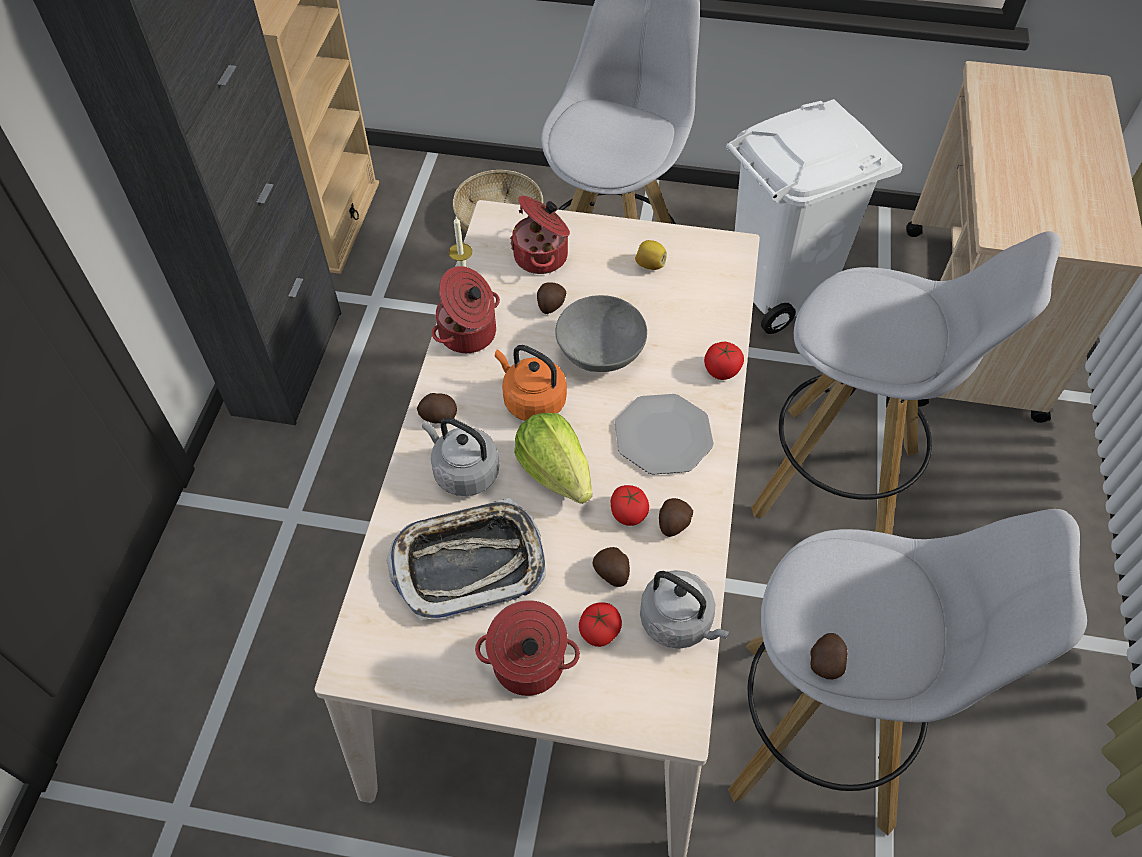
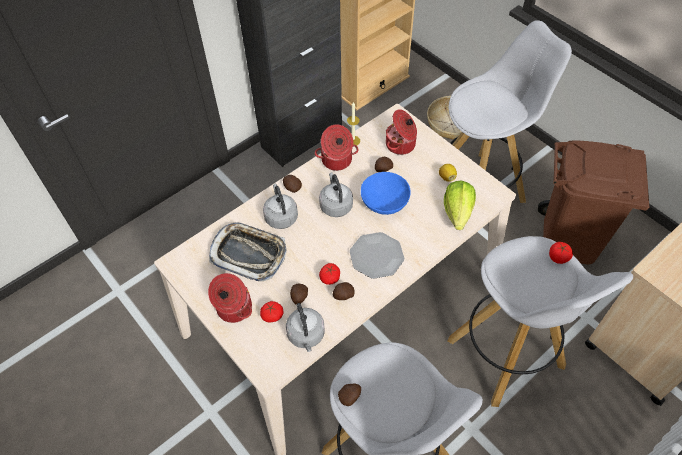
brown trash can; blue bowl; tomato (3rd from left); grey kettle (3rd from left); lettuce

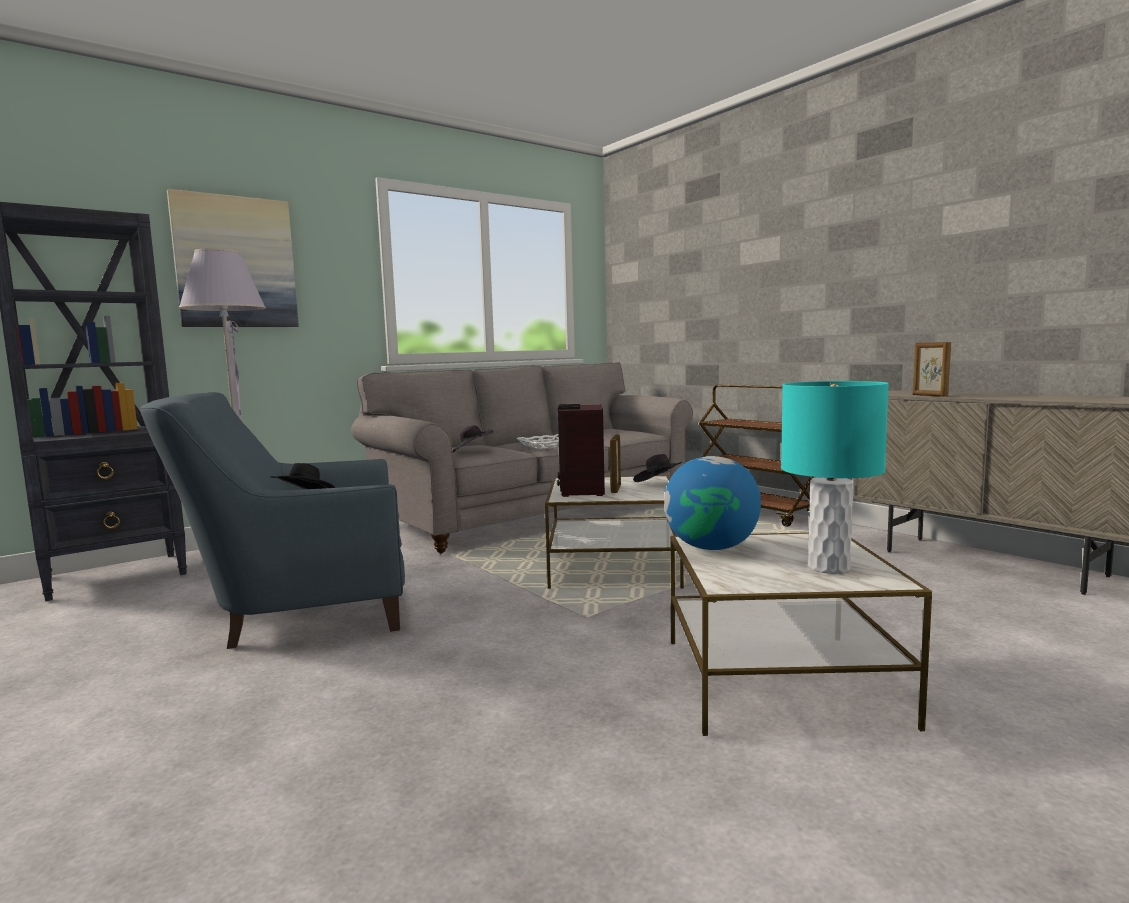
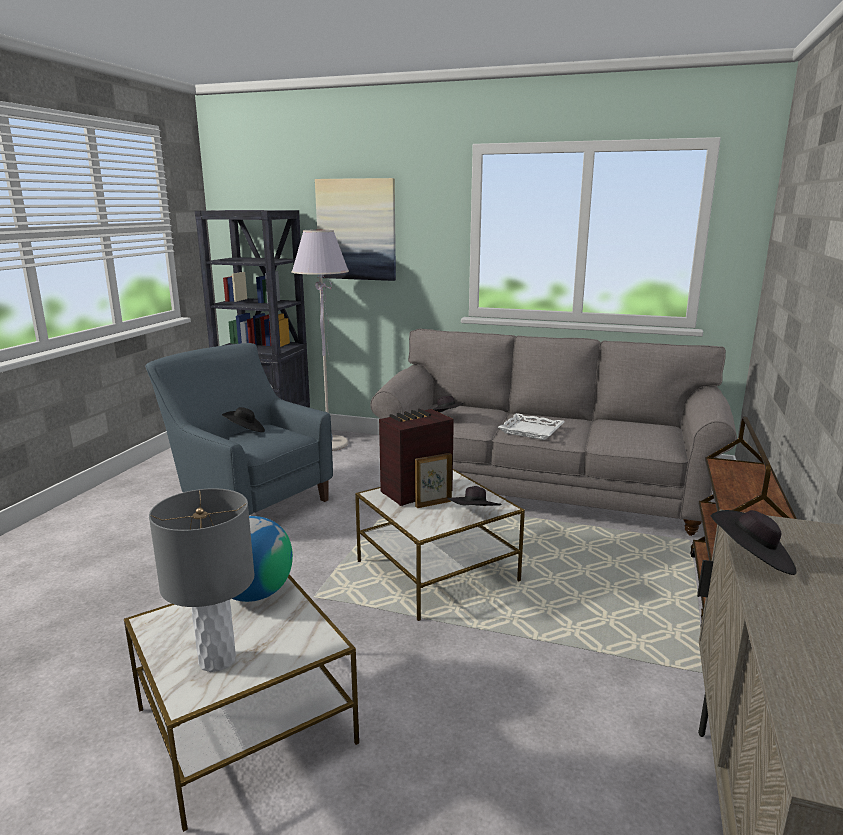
black hat (4th from left); grey table lamp

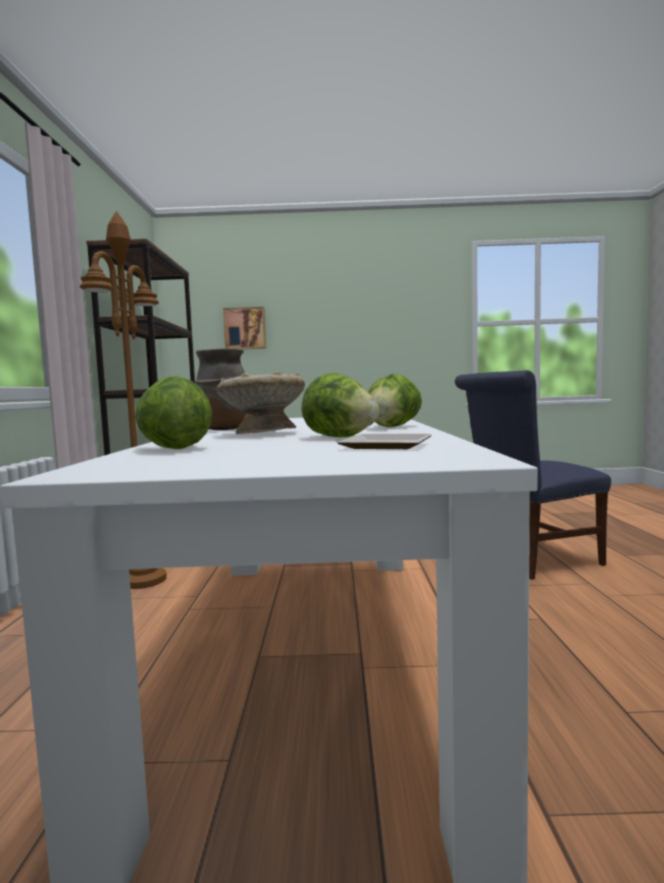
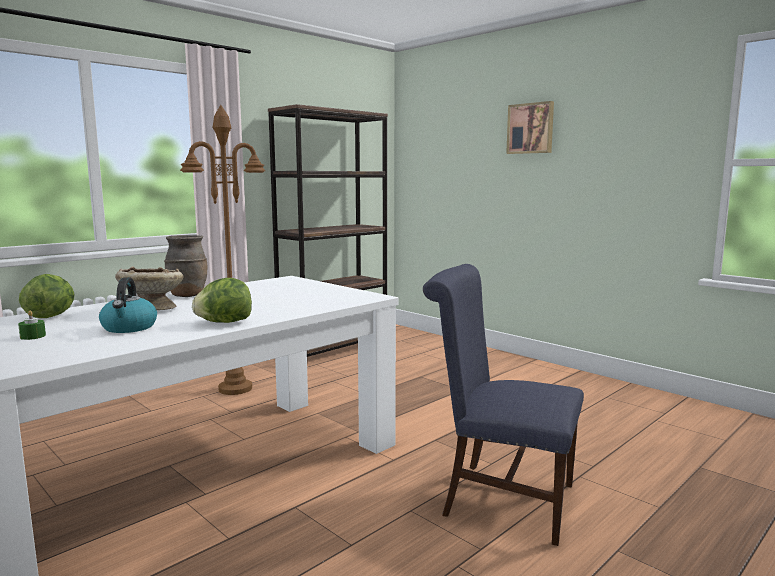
picture; kettle; plate; green candle

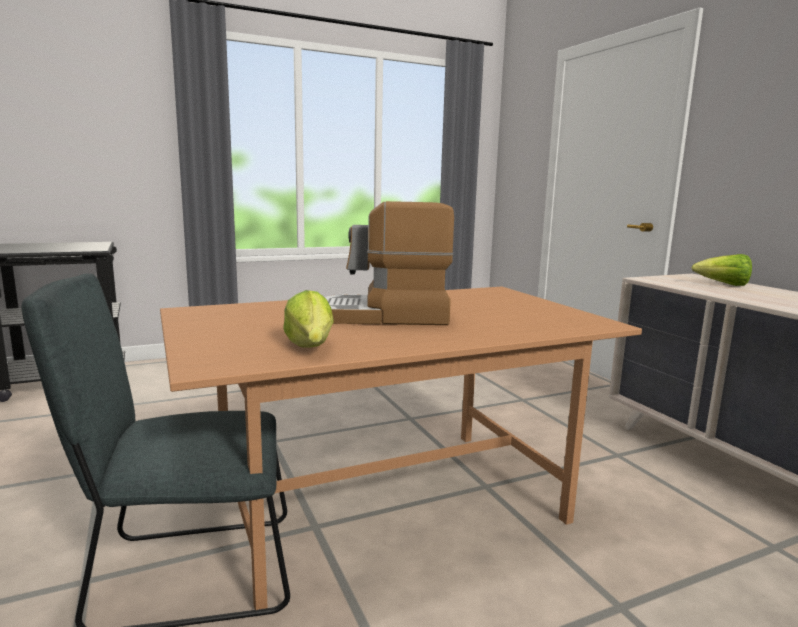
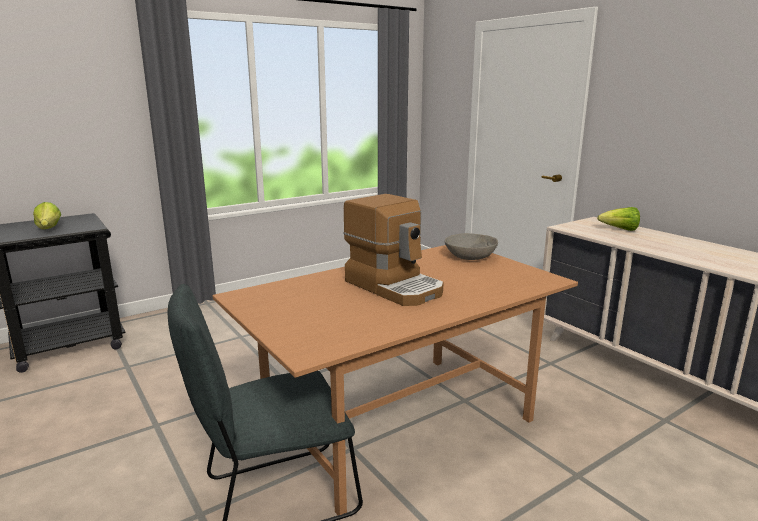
coffee machine; lettuce (1st from left); grey bowl

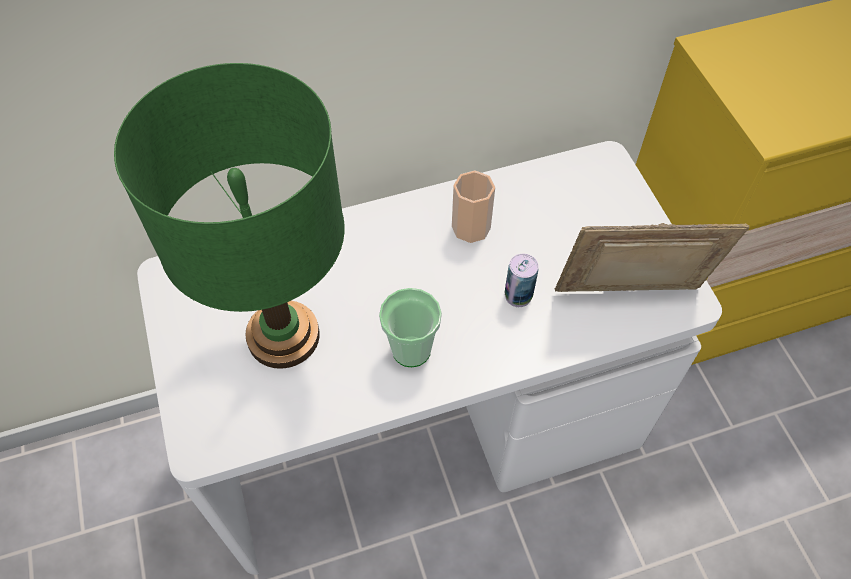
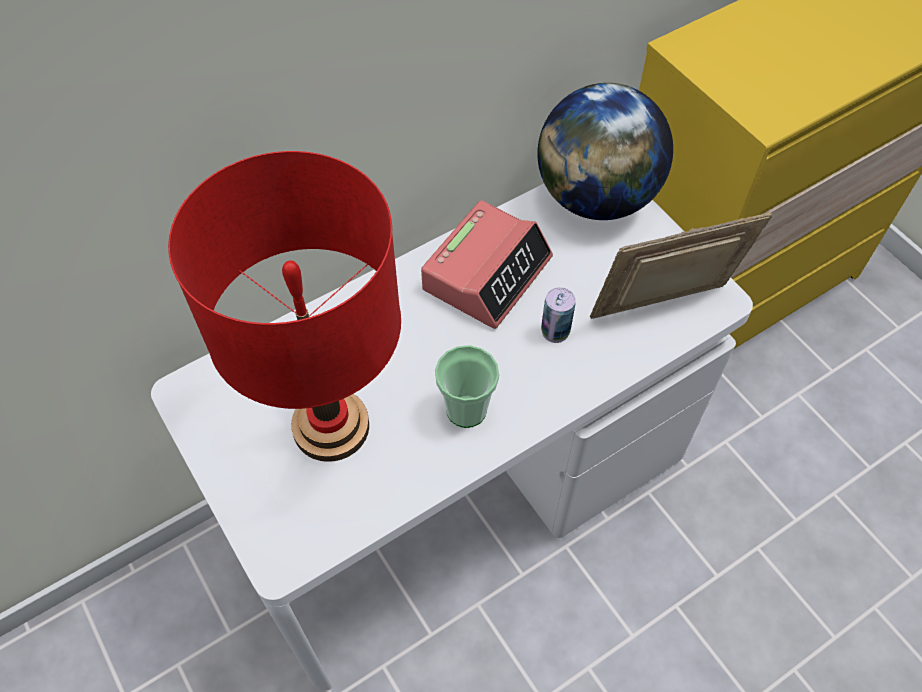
red table lamp; alarm clock; globe

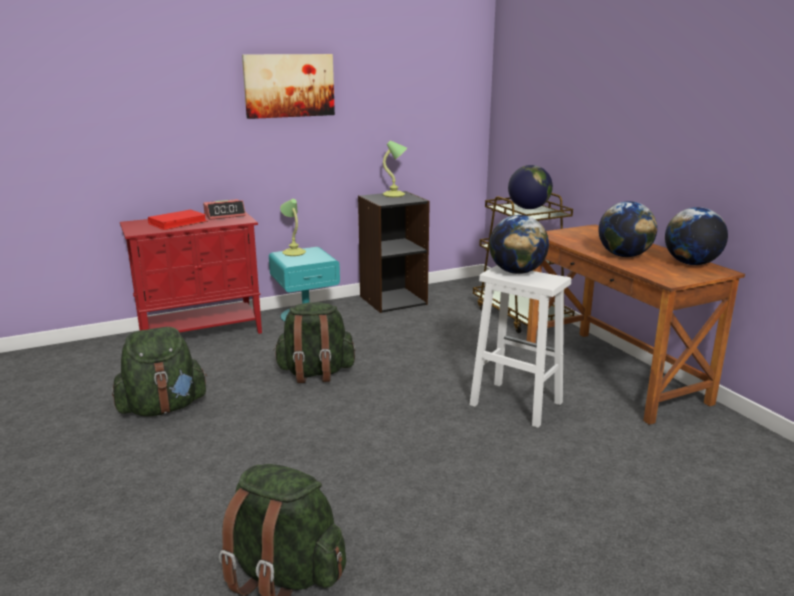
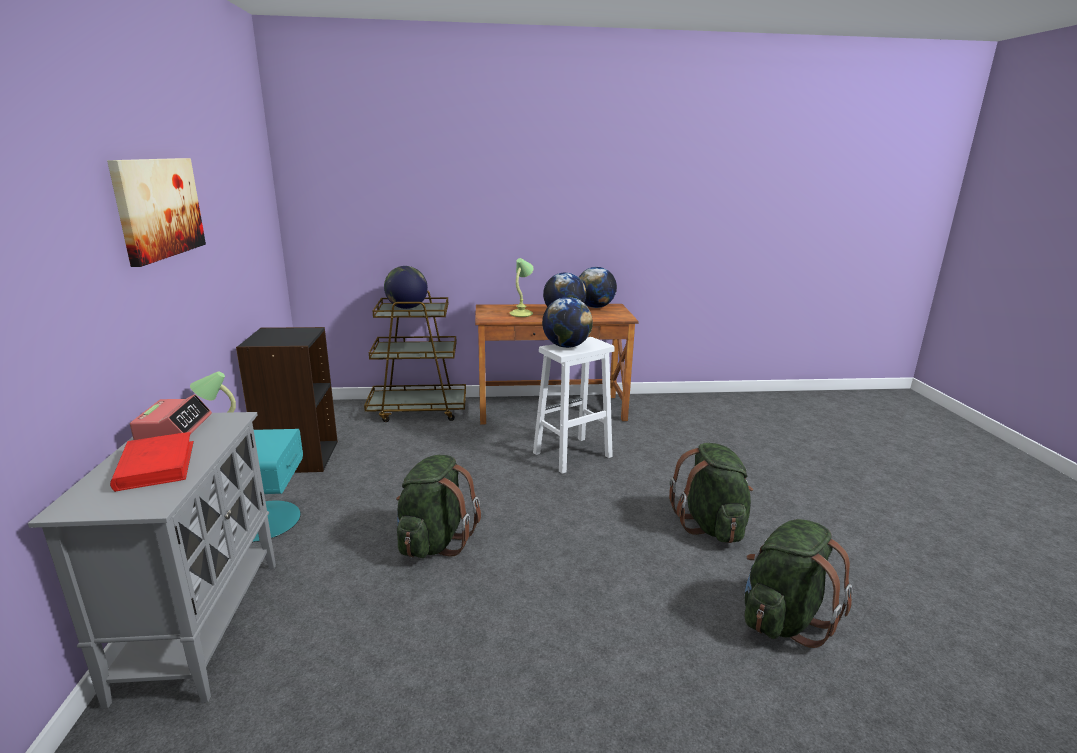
table lamp (2nd from left); grey cabinet; green backpack (2nd from left)

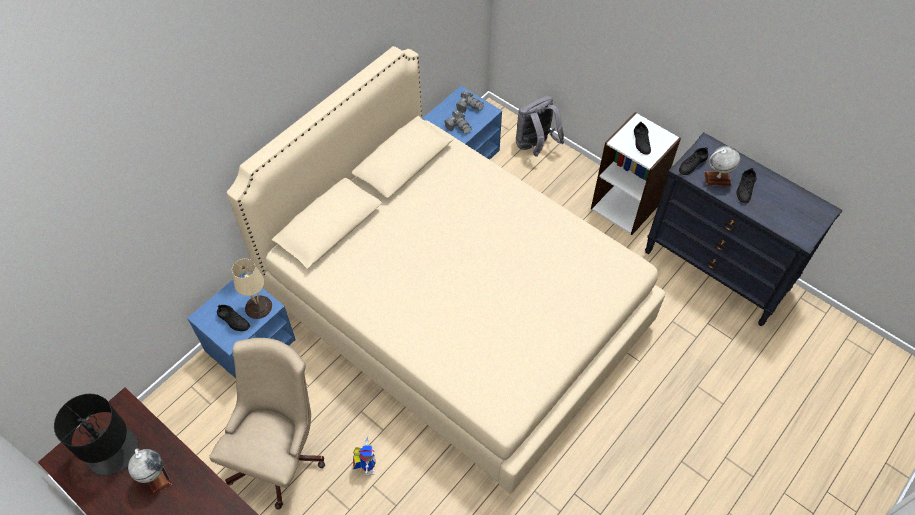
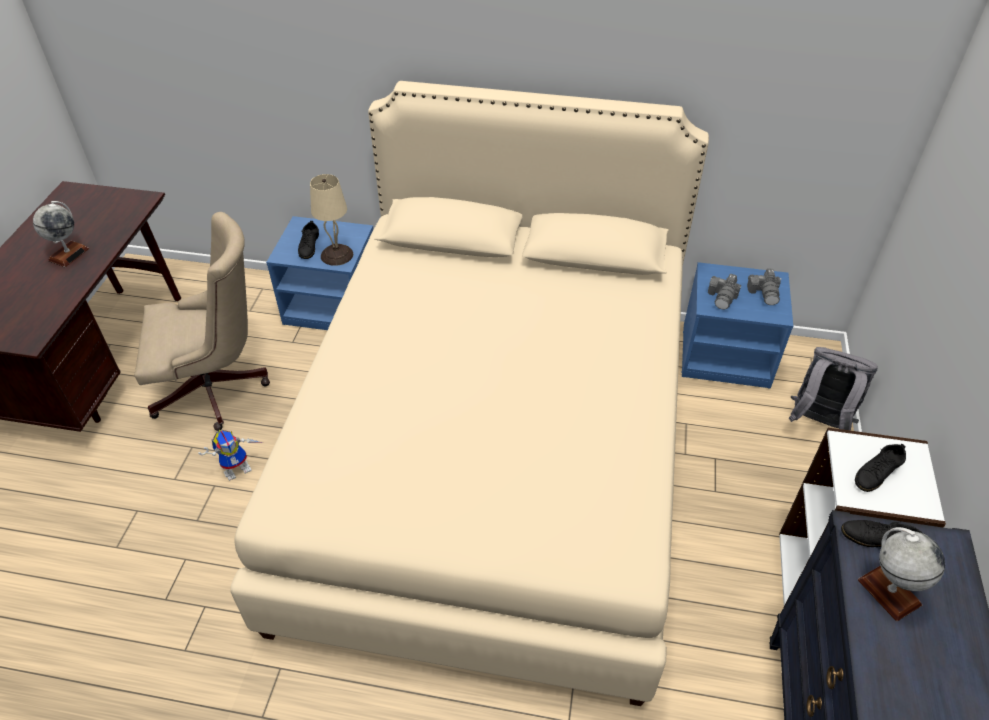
black shoe (4th from left in the first image); black table lamp

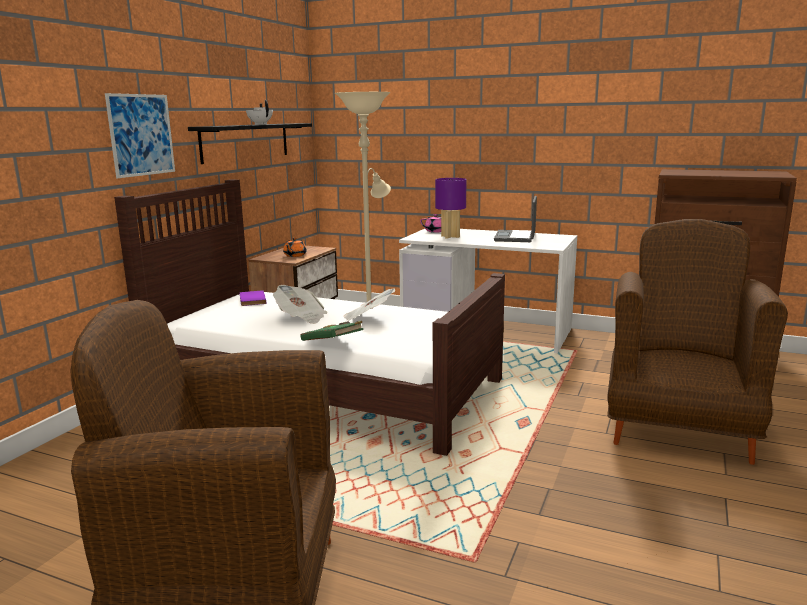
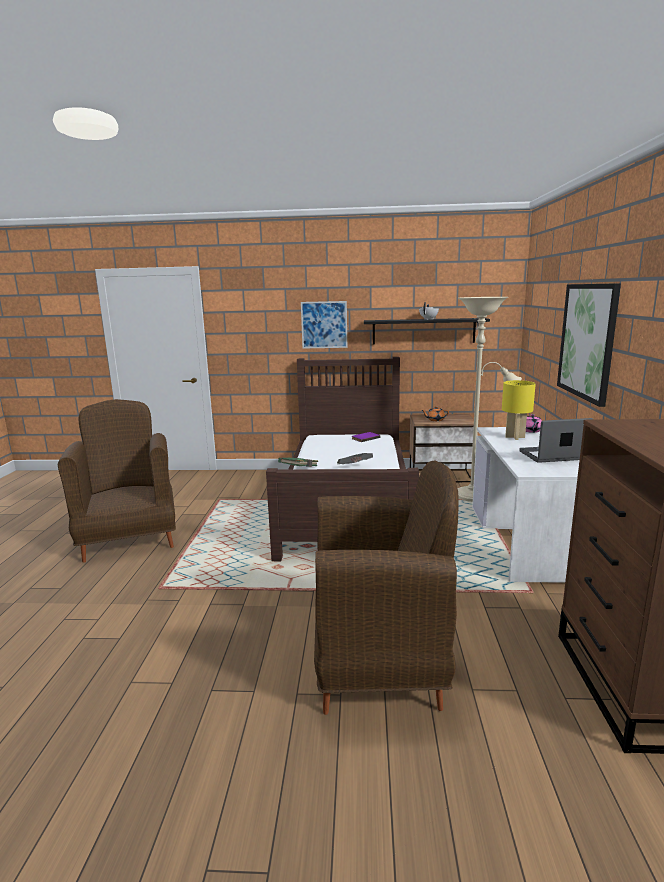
yellow table lamp; newspaper (1st from left in the first image); picture (2nd from left)

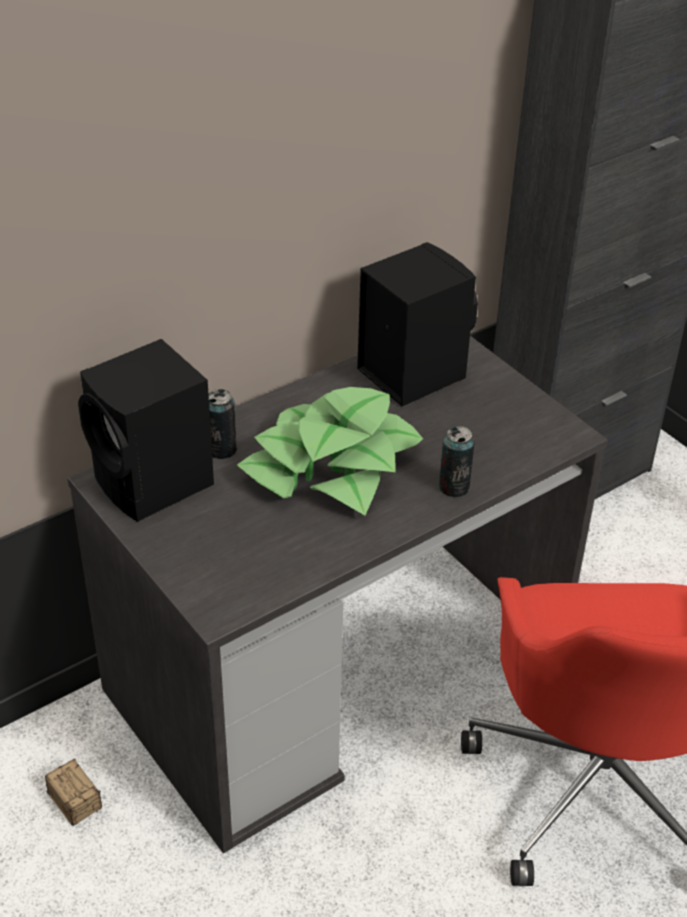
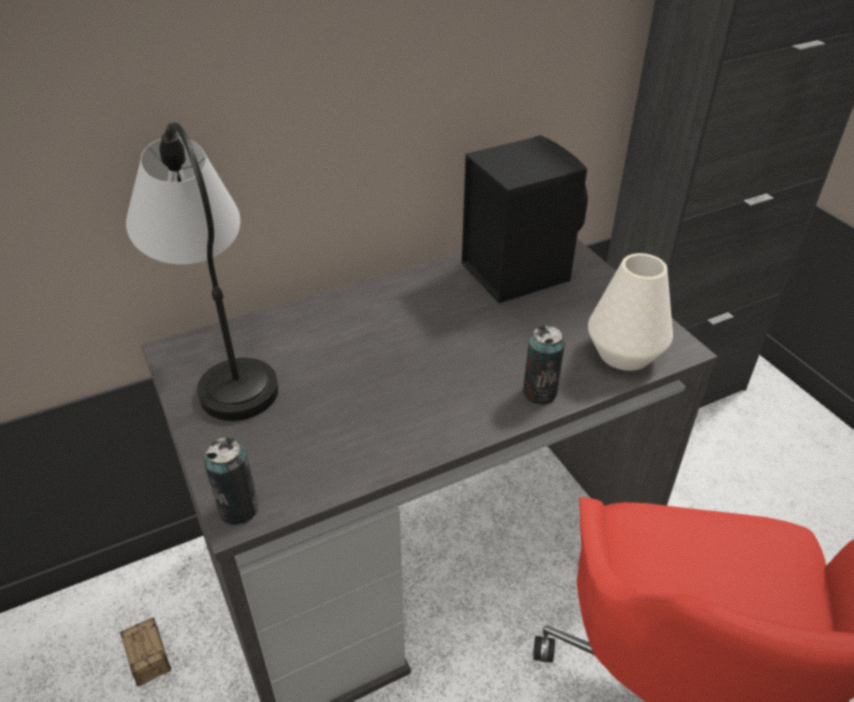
table lamp; potted plant; can (1st from left); white vase

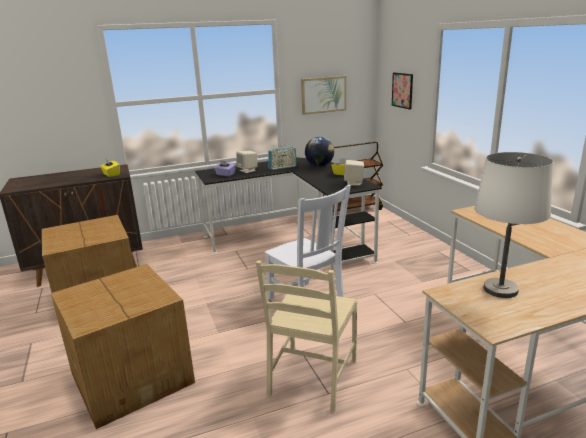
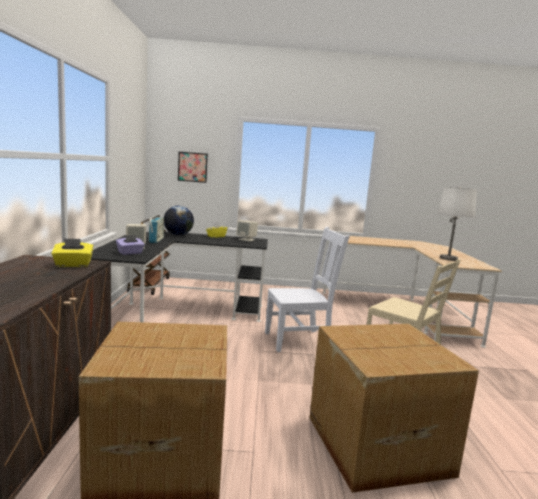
picture (1st from left in the first image)

